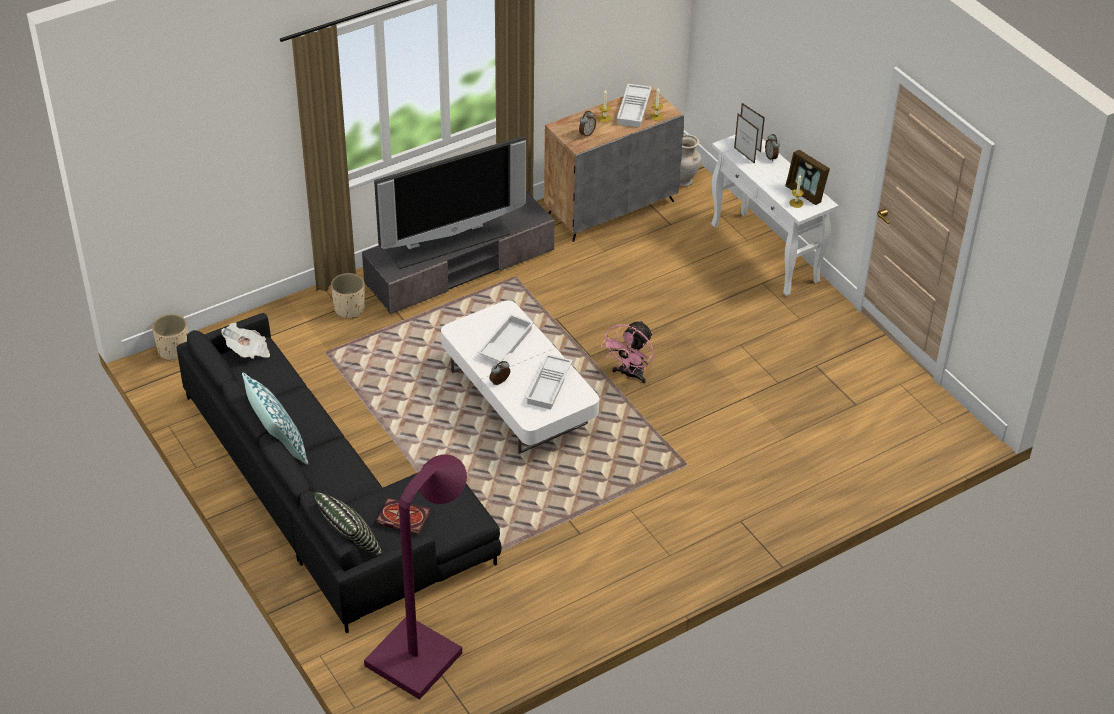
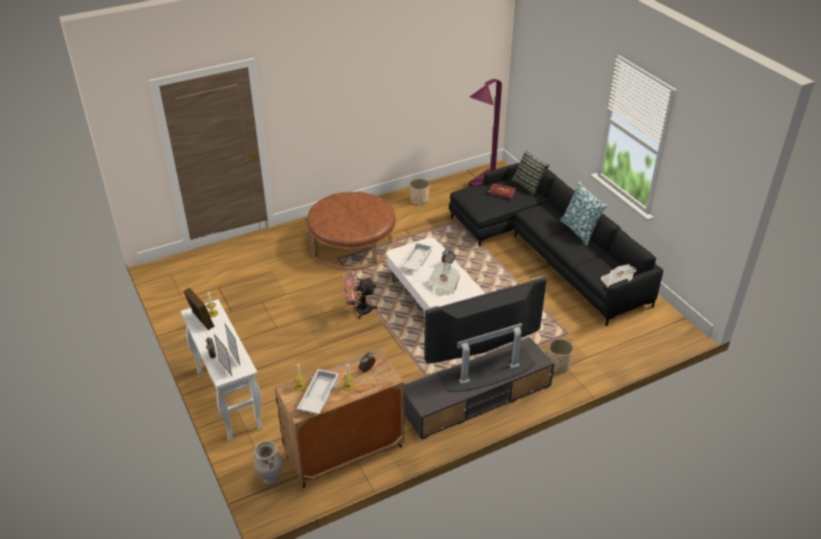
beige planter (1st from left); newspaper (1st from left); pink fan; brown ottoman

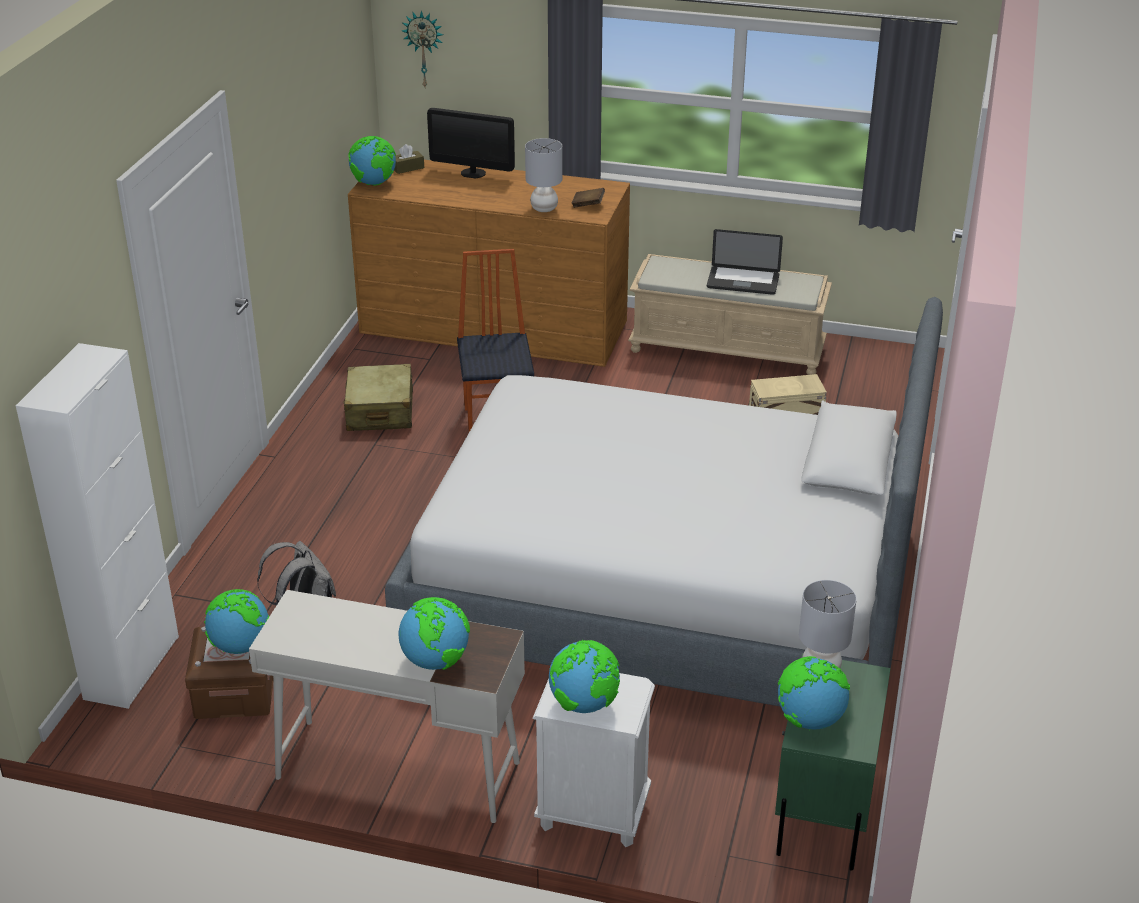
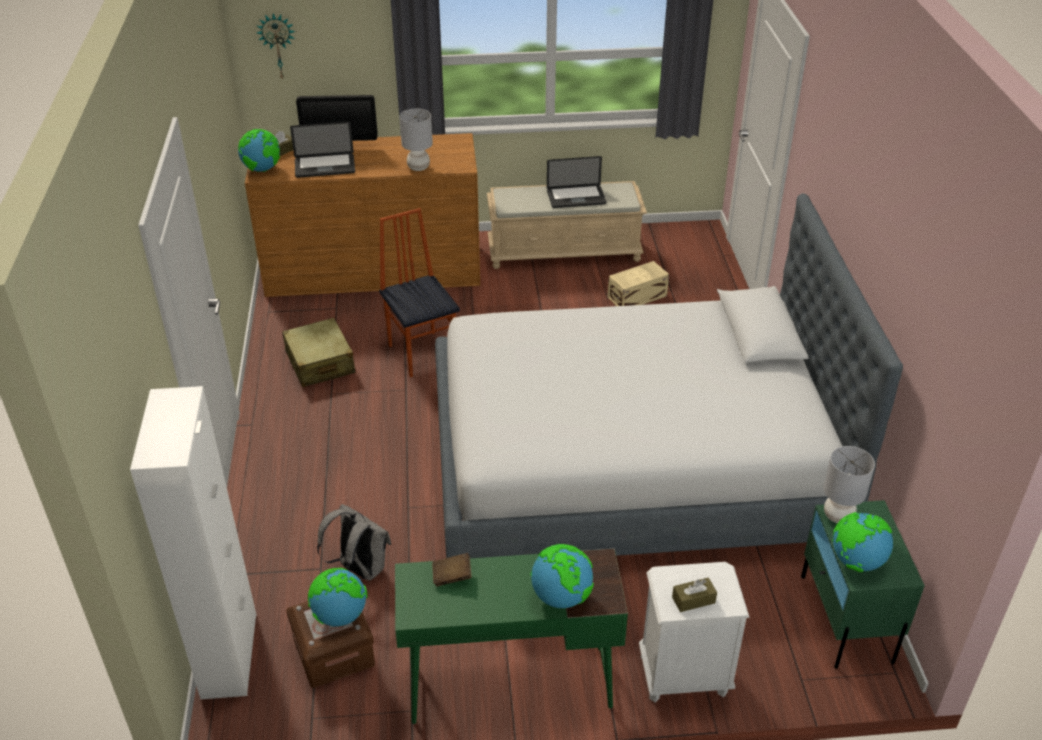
brown book; green desk; brown tissue box (2nd from left); laptop (1st from left)

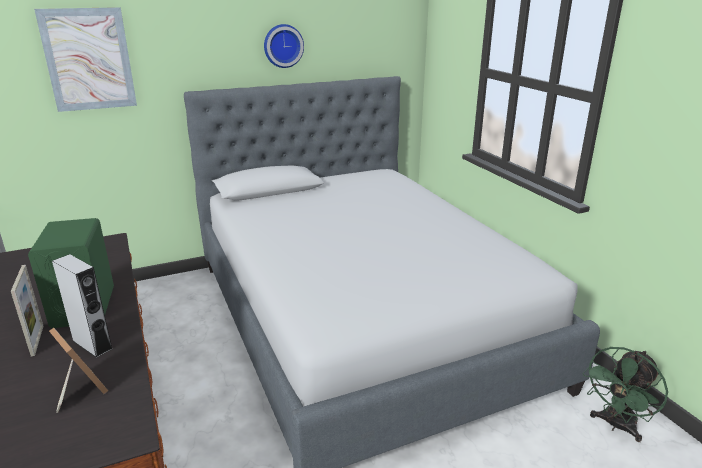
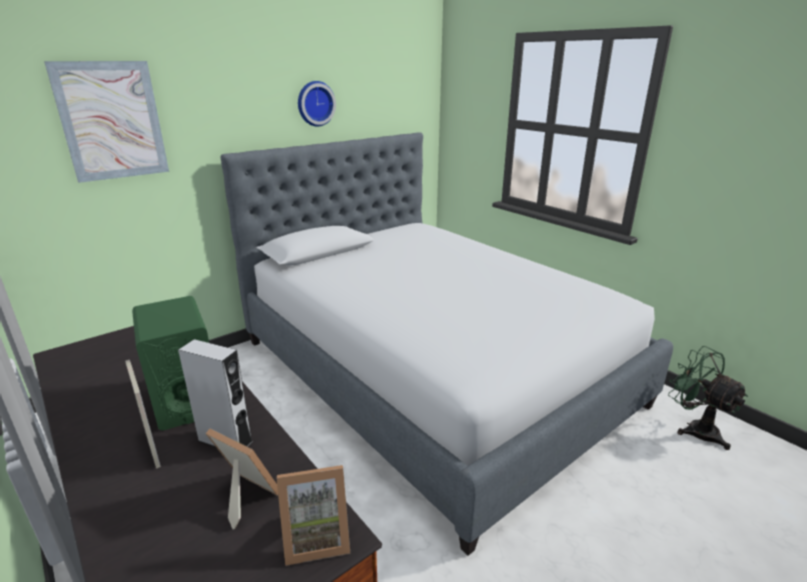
green fan; picture frame (3rd from left)

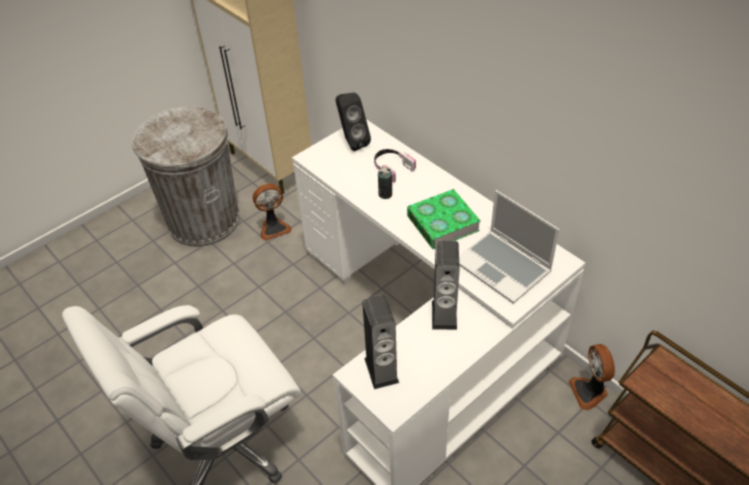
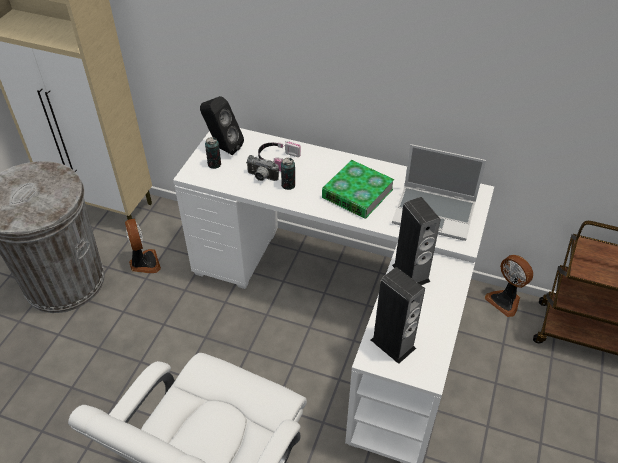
fan (1st from left); can (1st from left); photo camera

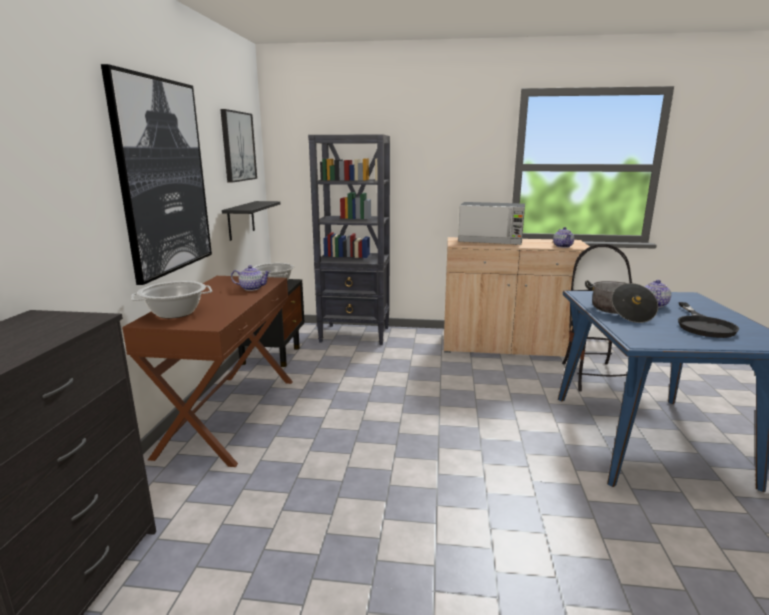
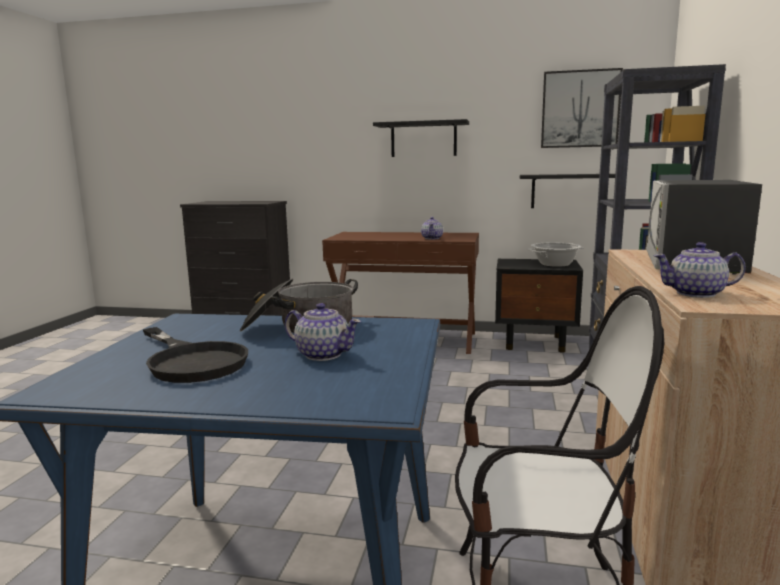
black shelf (1st from left); cooking pot (1st from left in the first image); black frying pan

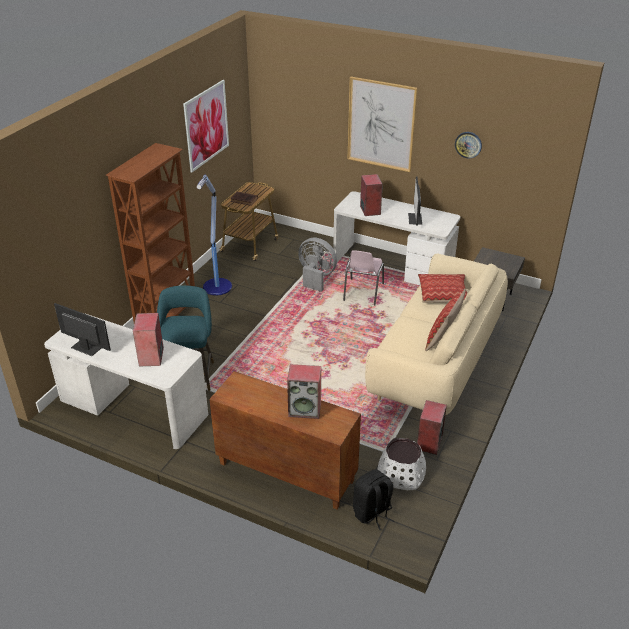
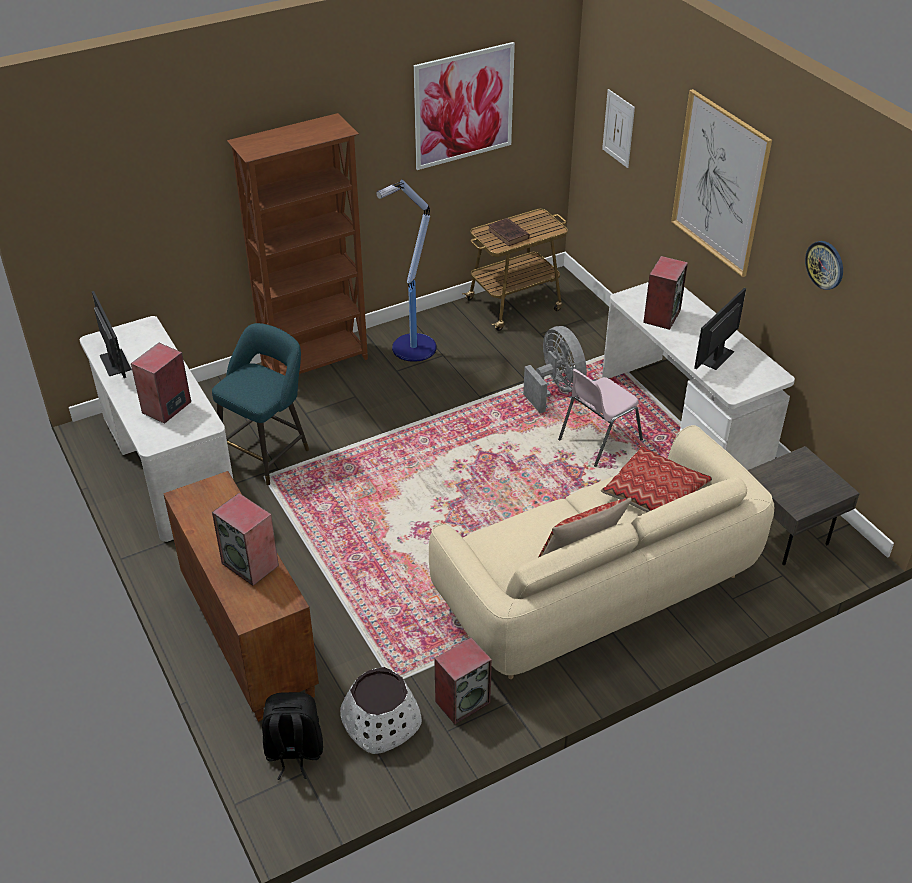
picture (2nd from left)

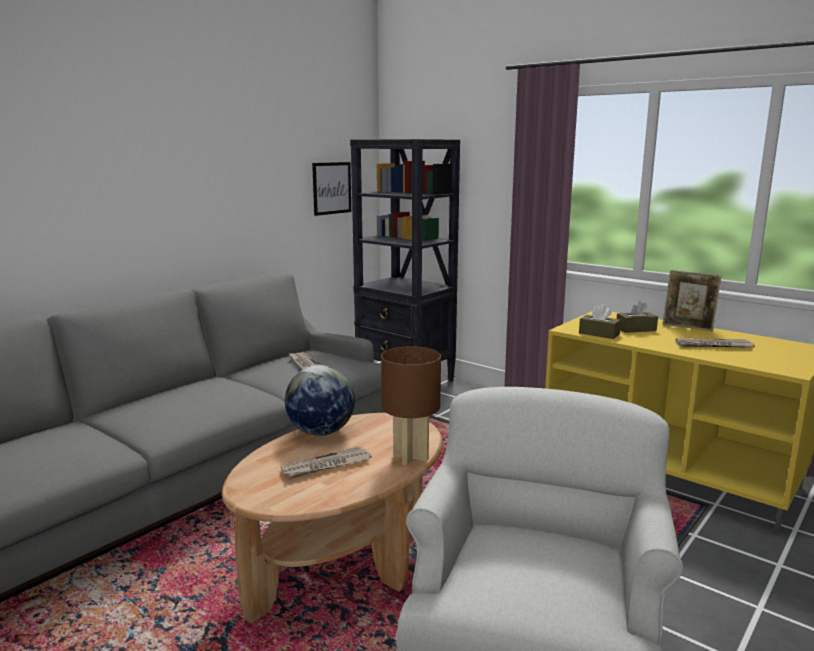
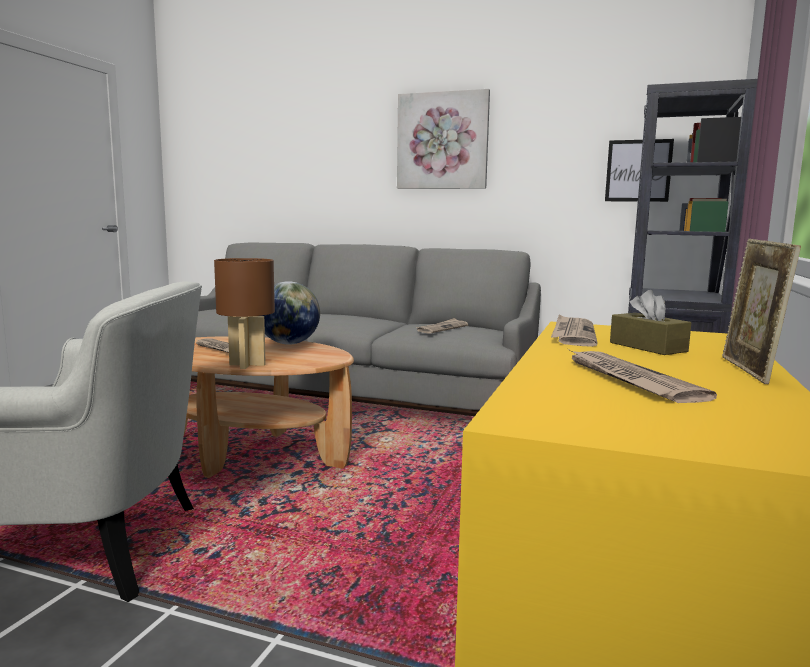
newspaper (3rd from left); picture (1st from left)

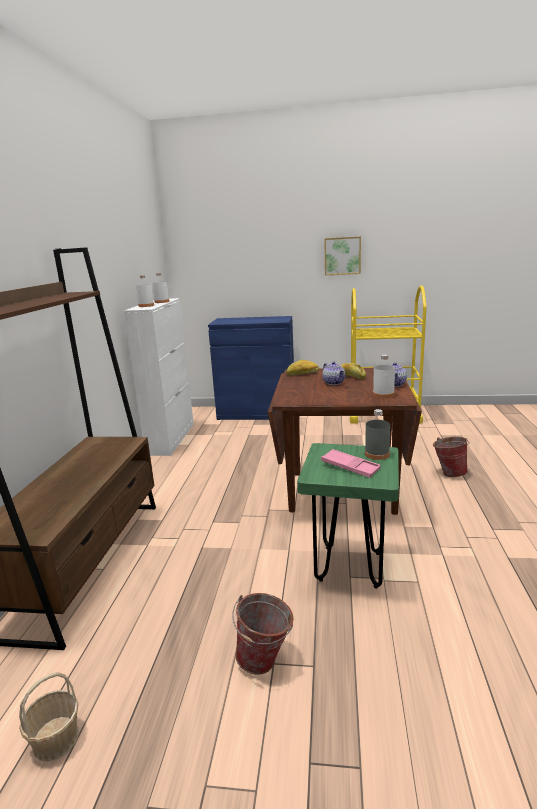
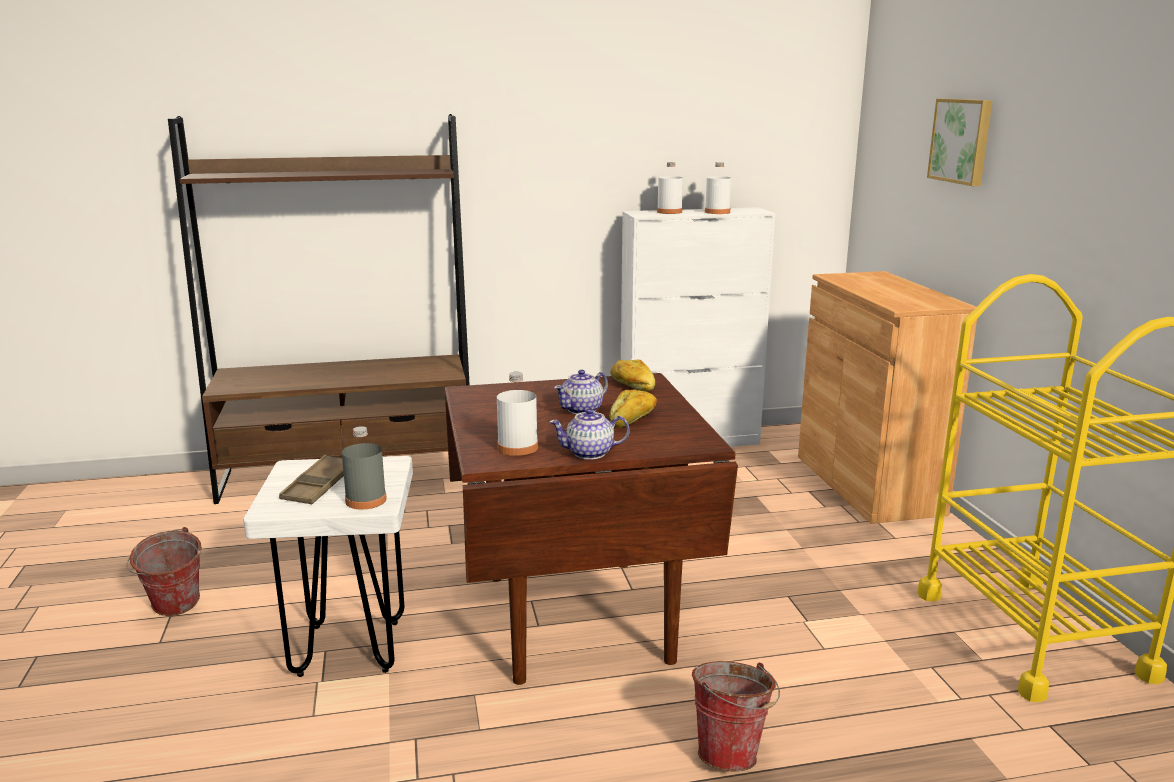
picture; brown cabinet; white stool; brown tray; basket

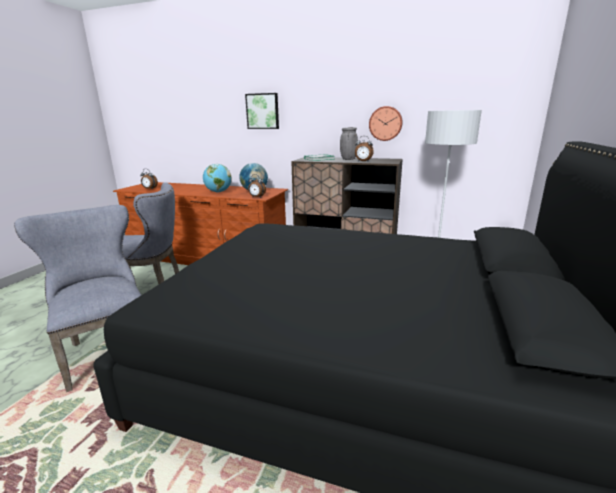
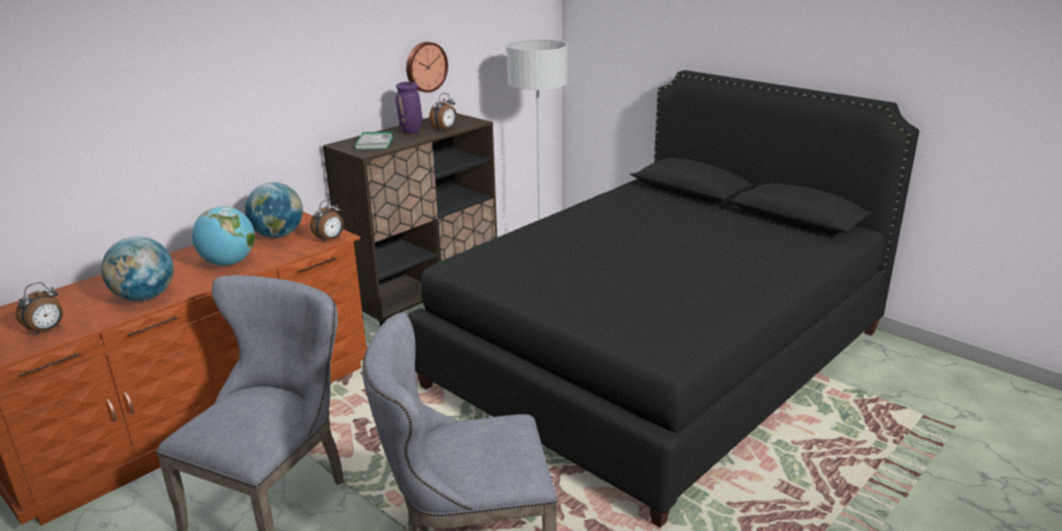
picture; purple vase; globe (1st from left)

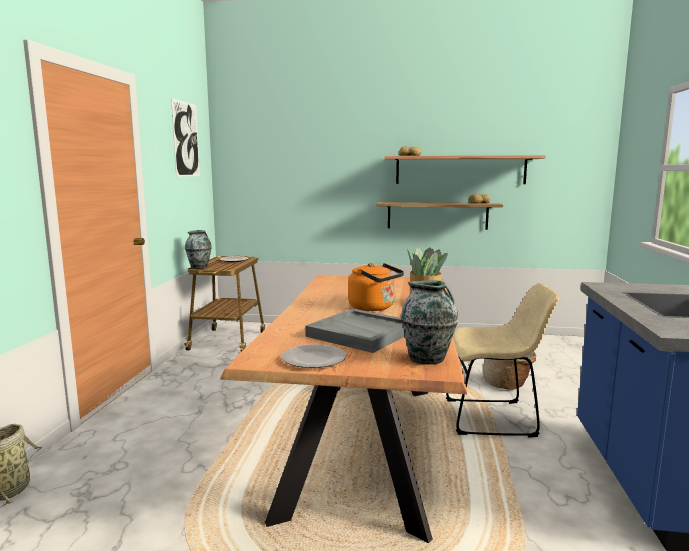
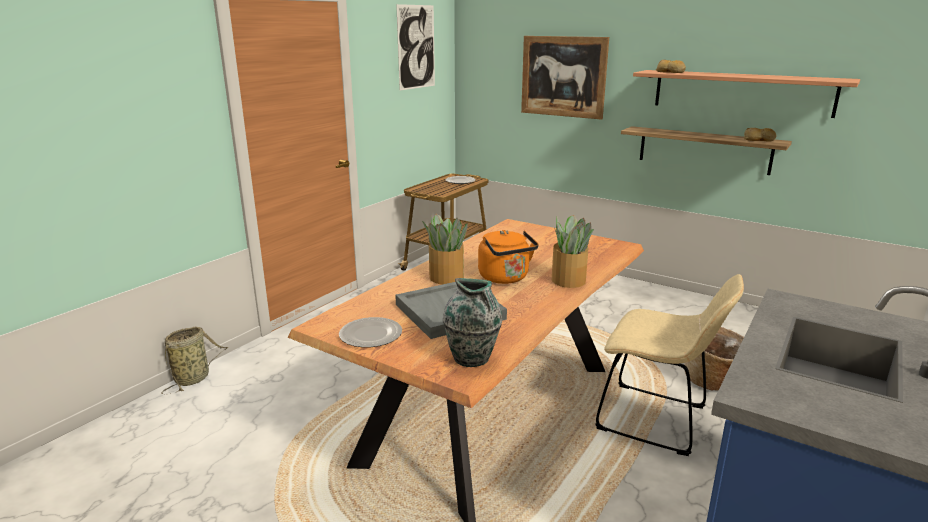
vase (1st from left in the first image); picture (2nd from left); potted plant (1st from left)

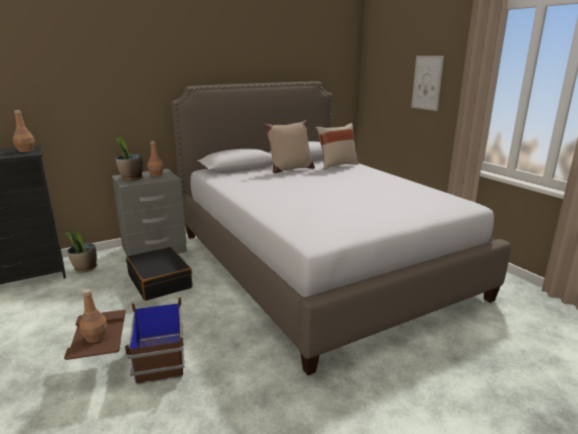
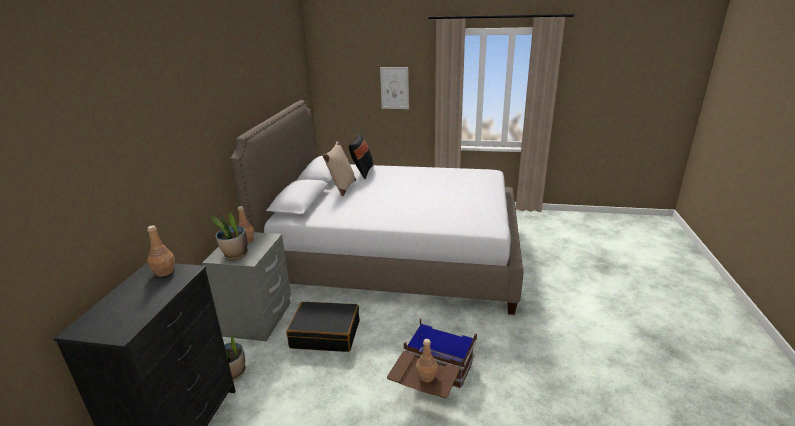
black pillow

